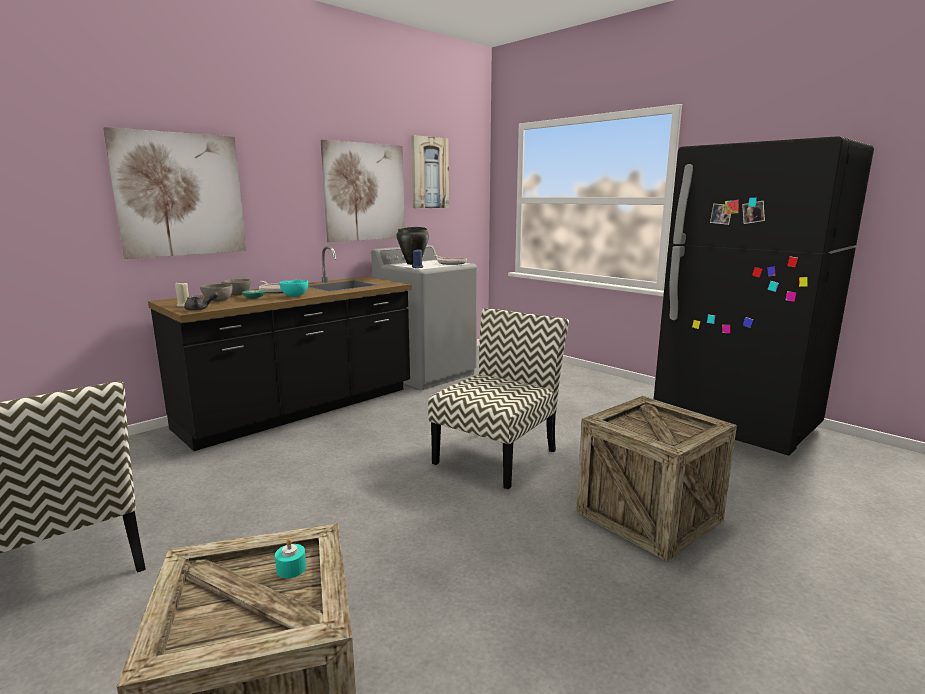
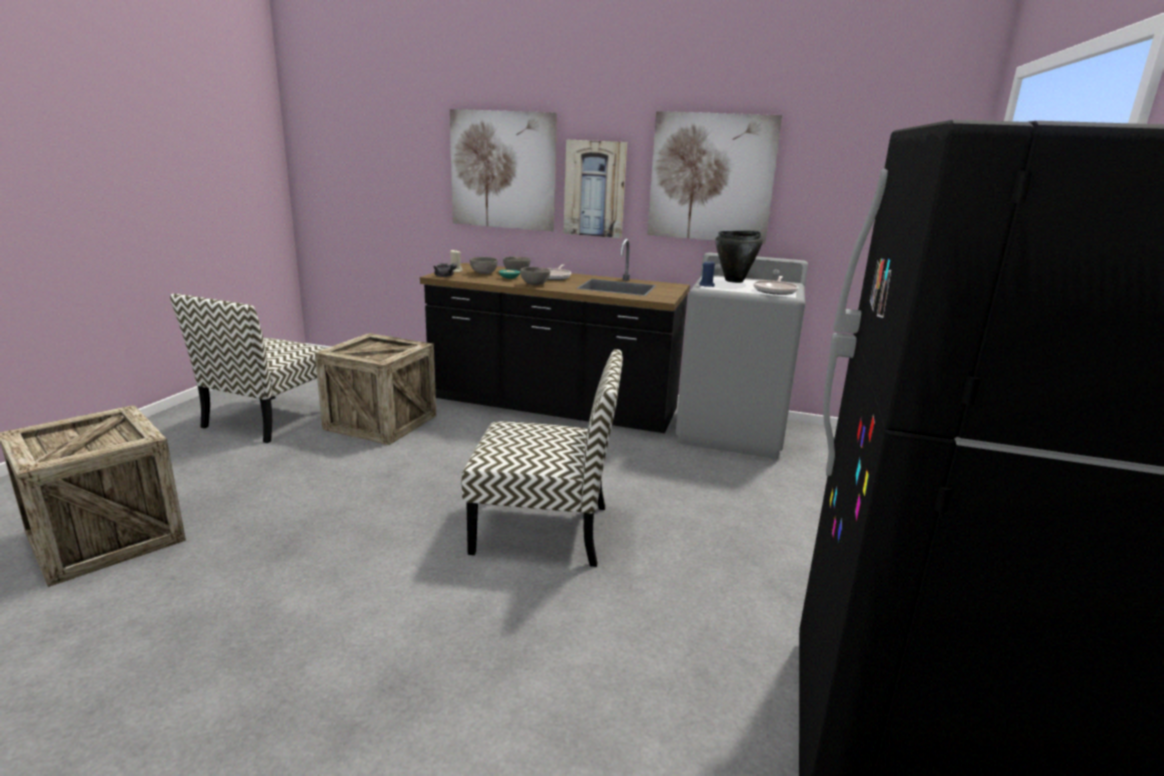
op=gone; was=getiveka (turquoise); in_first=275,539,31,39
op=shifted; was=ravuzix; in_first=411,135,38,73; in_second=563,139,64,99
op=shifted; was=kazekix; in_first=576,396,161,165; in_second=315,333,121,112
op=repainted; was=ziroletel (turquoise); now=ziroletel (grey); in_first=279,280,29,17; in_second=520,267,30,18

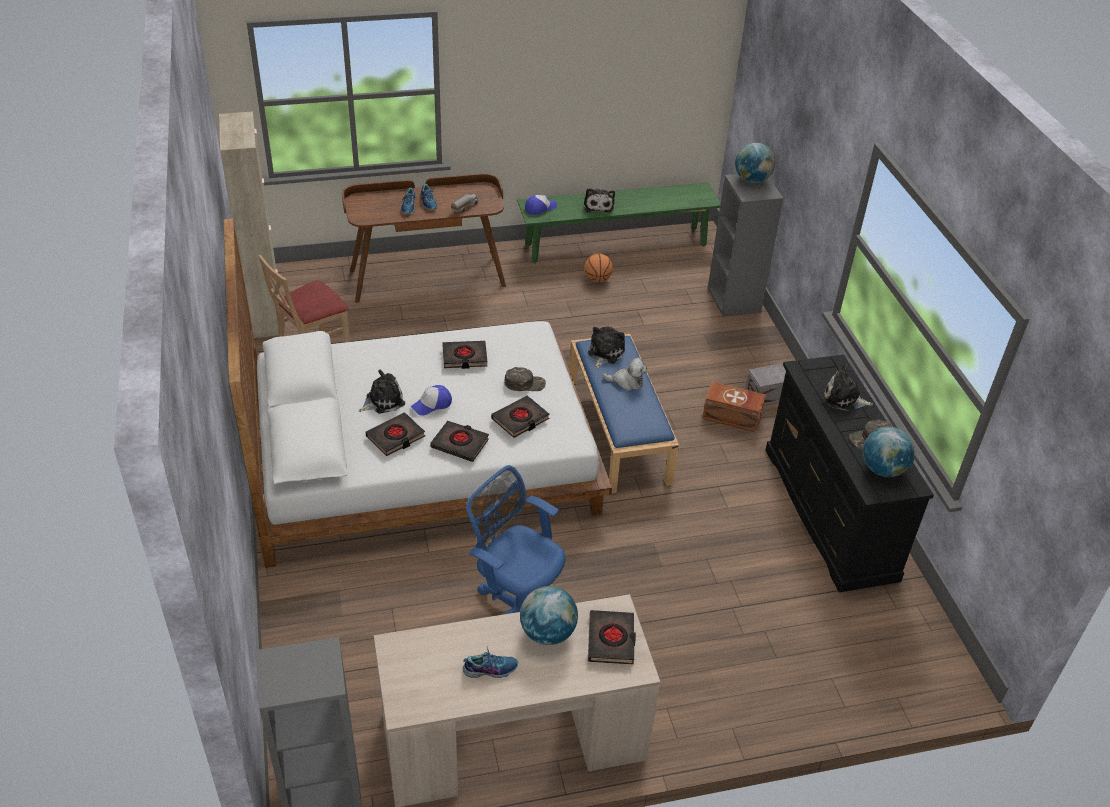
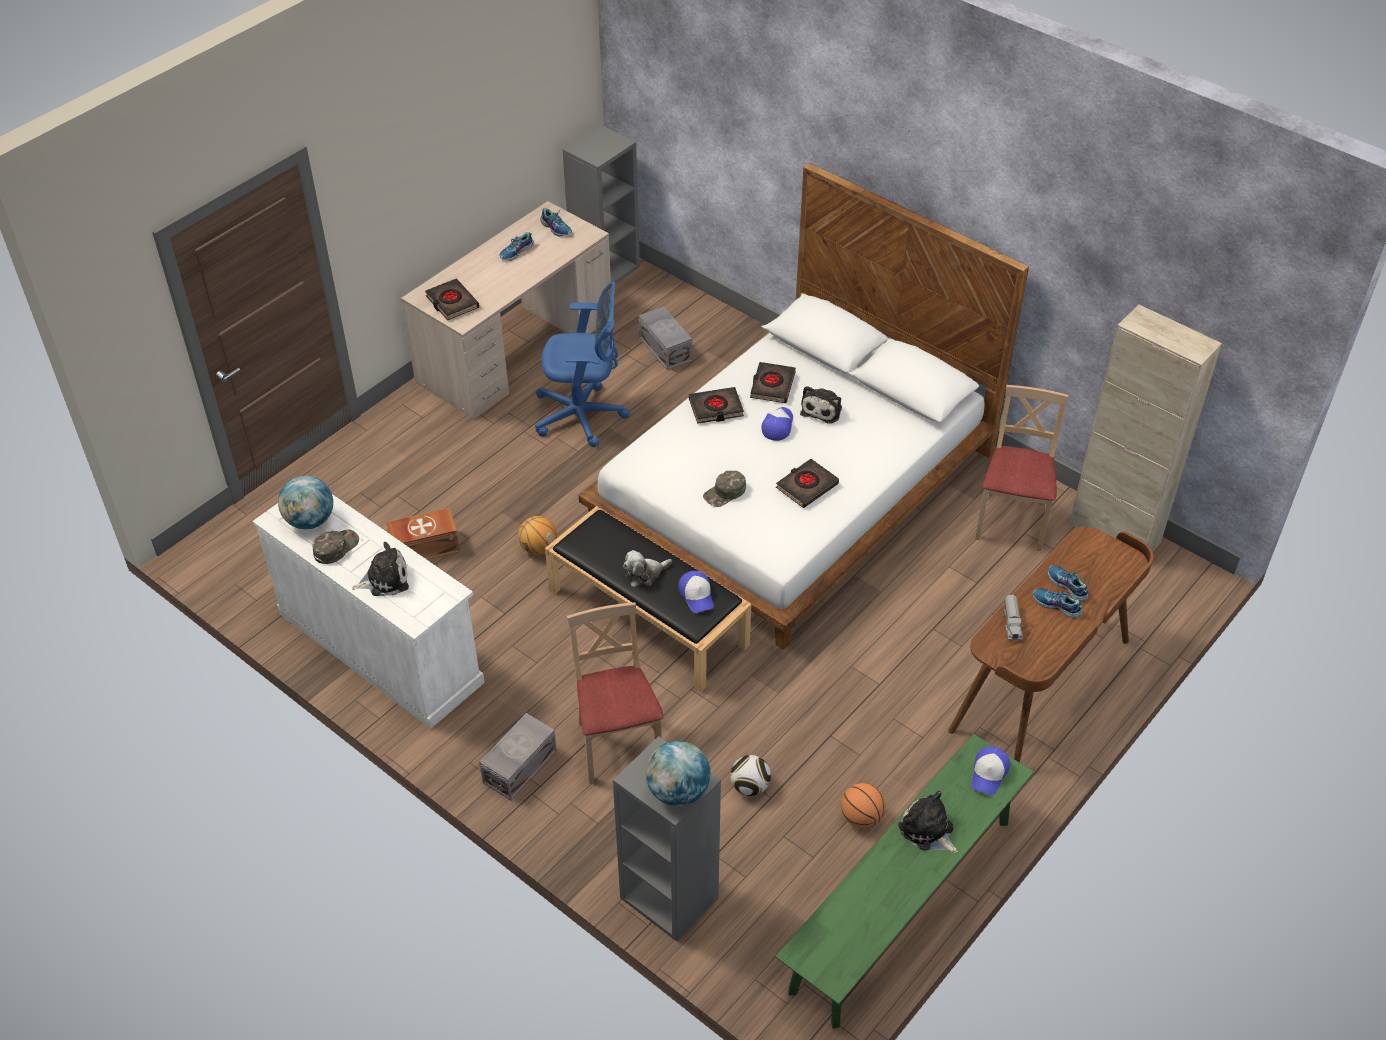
op=gone; was=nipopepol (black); in_first=491,396,58,42
op=gone; was=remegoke; in_first=520,586,58,59
op=new; now=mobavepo; in_second=518,516,39,39
op=new; now=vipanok; in_second=540,208,32,28
op=new; now=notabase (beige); in_second=567,602,97,181
op=new; now=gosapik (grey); in_second=639,306,53,64
op=new; now=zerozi; in_second=730,755,41,41
op=shifted; was=gosapik (brown); in_first=702,381,64,51; in_second=386,508,74,52
op=swapped; was=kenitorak; now=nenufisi; in_first=588,327,37,42; in_second=678,571,36,42
op=repainted; was=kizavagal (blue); now=kizavagal (black); in_first=569,334,110,159; in_second=545,506,206,186
op=repainted; was=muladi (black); now=muladi (white); in_first=765,355,169,237; in_second=252,494,233,235

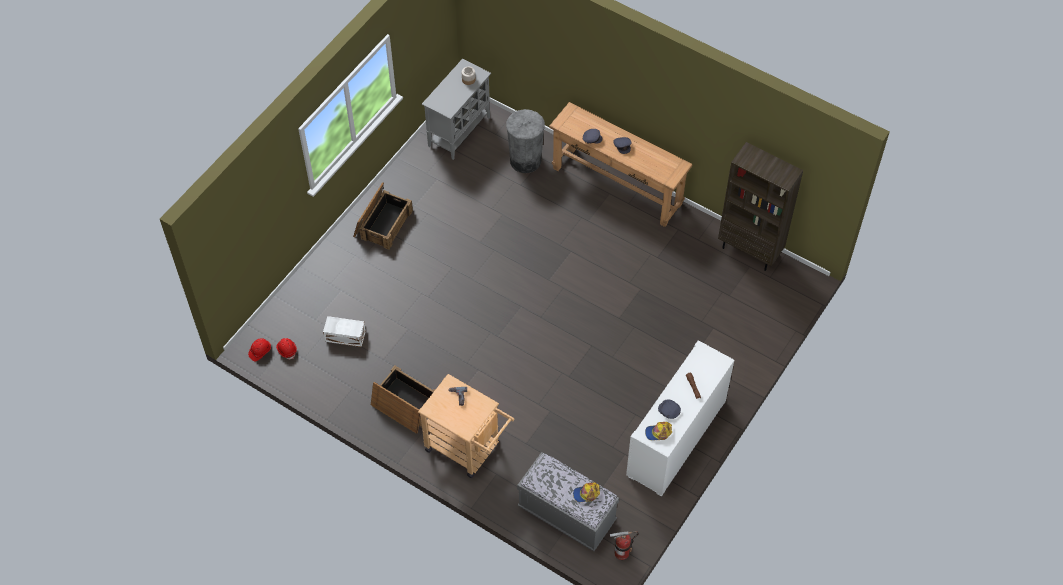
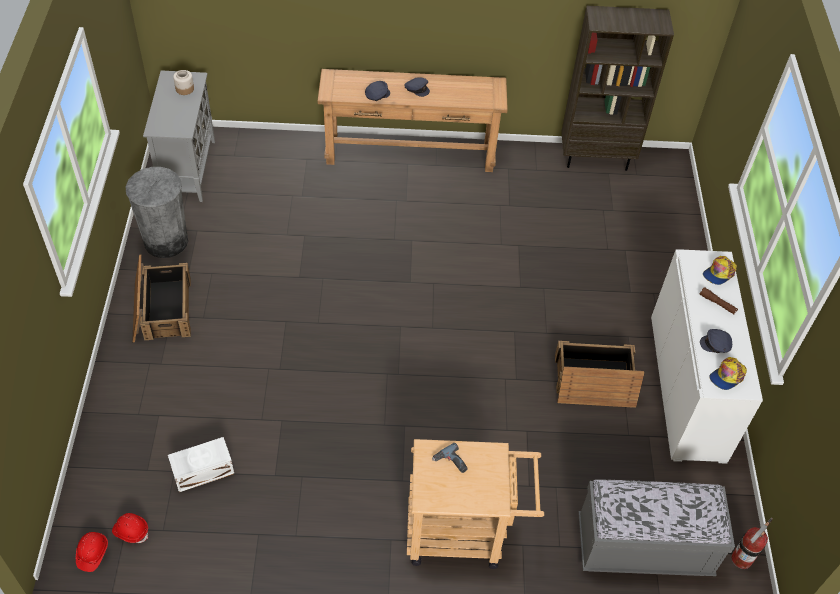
op=shifted; was=kazekix; in_first=371,366,64,68; in_second=555,341,90,67
op=shifted; was=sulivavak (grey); in_first=506,109,39,64; in_second=125,167,63,91
op=shifted; was=nenufisi; in_first=573,483,27,19; in_second=703,256,34,29

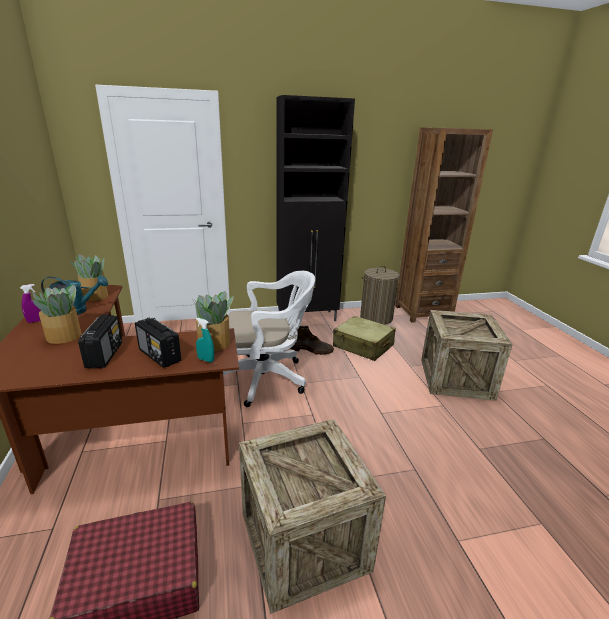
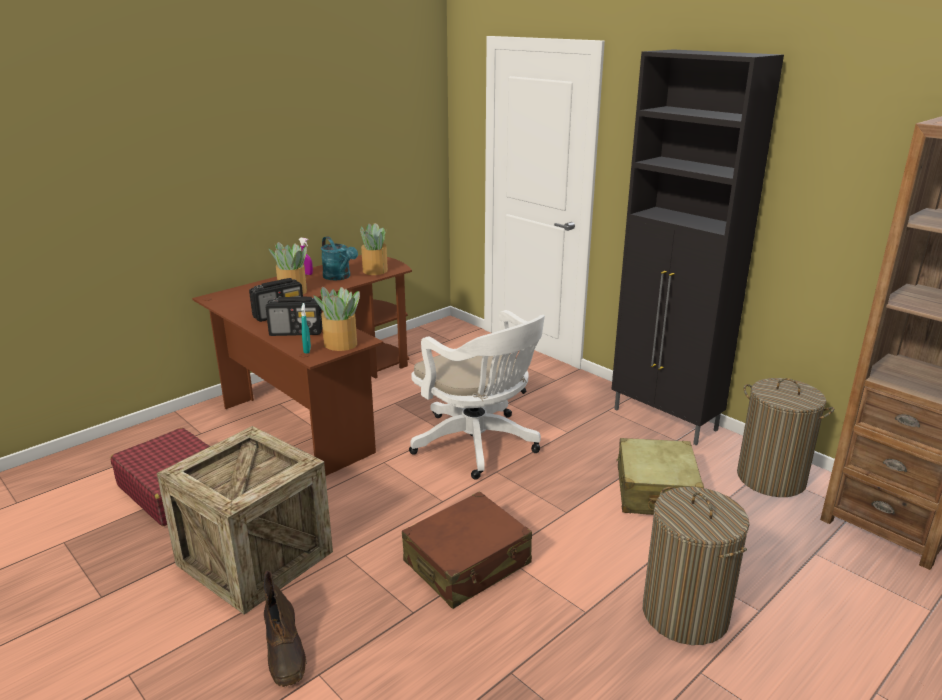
op=new; now=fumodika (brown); in_second=402,491,130,118
op=shifted; was=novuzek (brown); in_first=290,326,44,29; in_second=264,570,43,117
op=swapped; was=kazekix; now=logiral; in_first=421,310,92,91; in_second=643,487,106,158
op=rotated; was=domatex; in_first=135,318,46,50; in_second=266,296,57,40; clockwise=-105

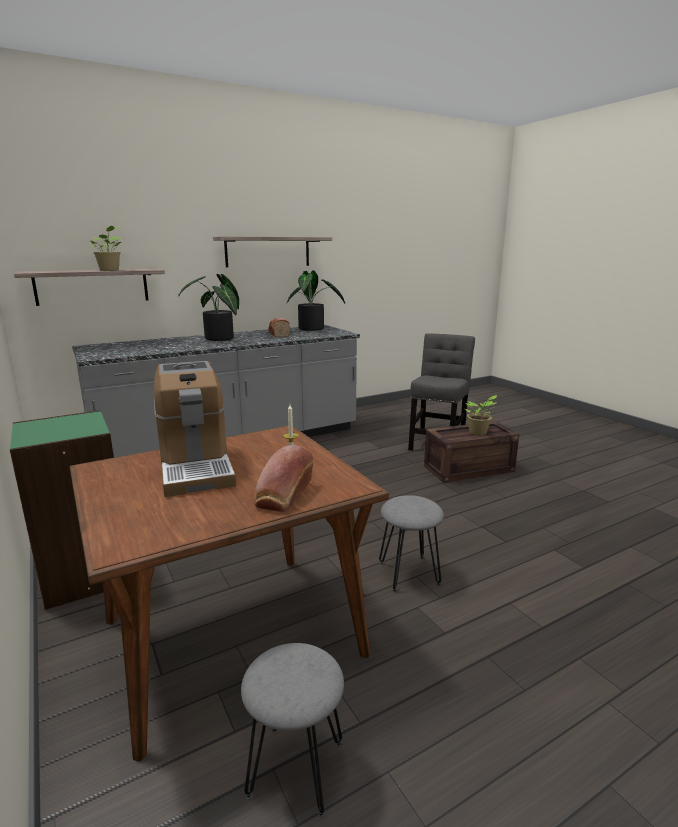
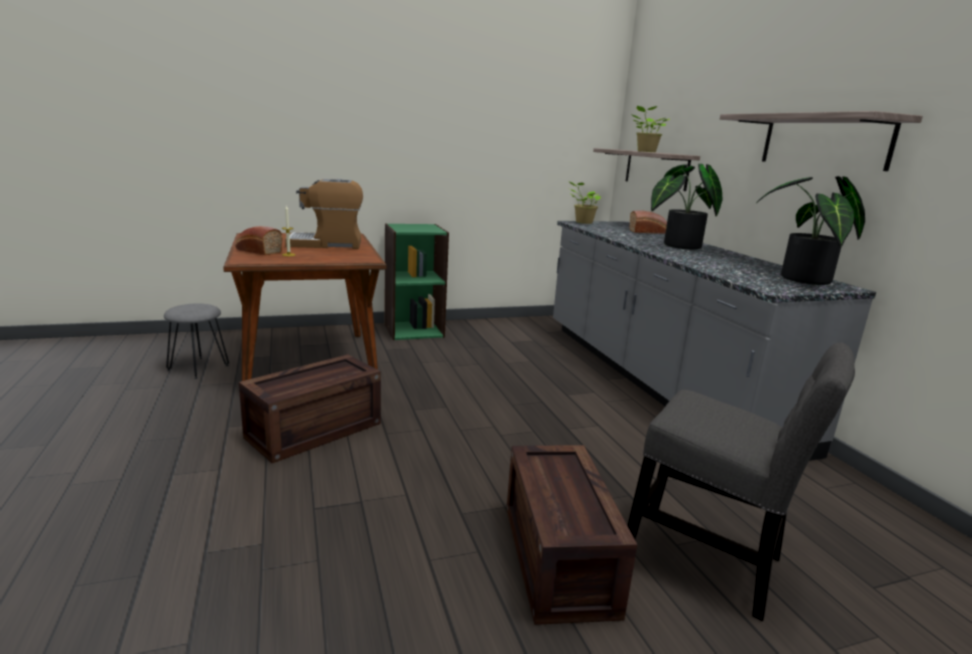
op=shifted; was=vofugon; in_first=268,318,22,19; in_second=630,210,37,24
op=shifted; was=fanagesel; in_first=465,395,32,40; in_second=569,182,32,42
op=swapped; was=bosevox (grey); now=kazekix; in_first=379,495,65,97; in_second=239,354,142,109

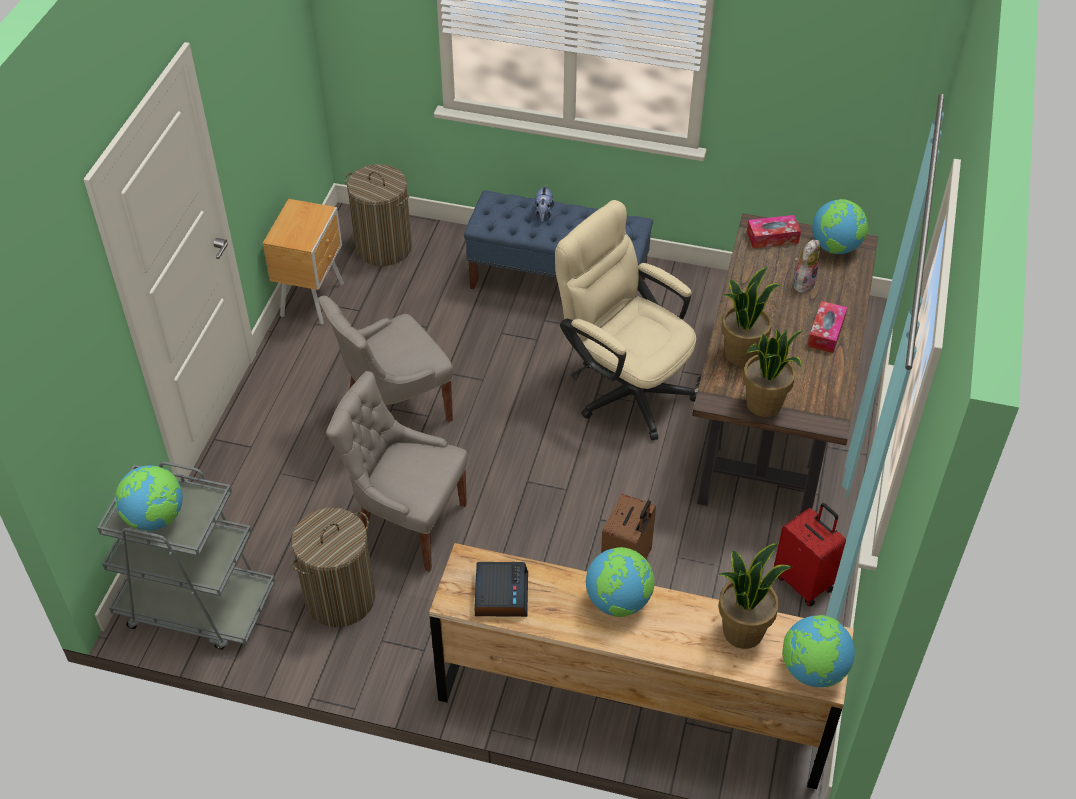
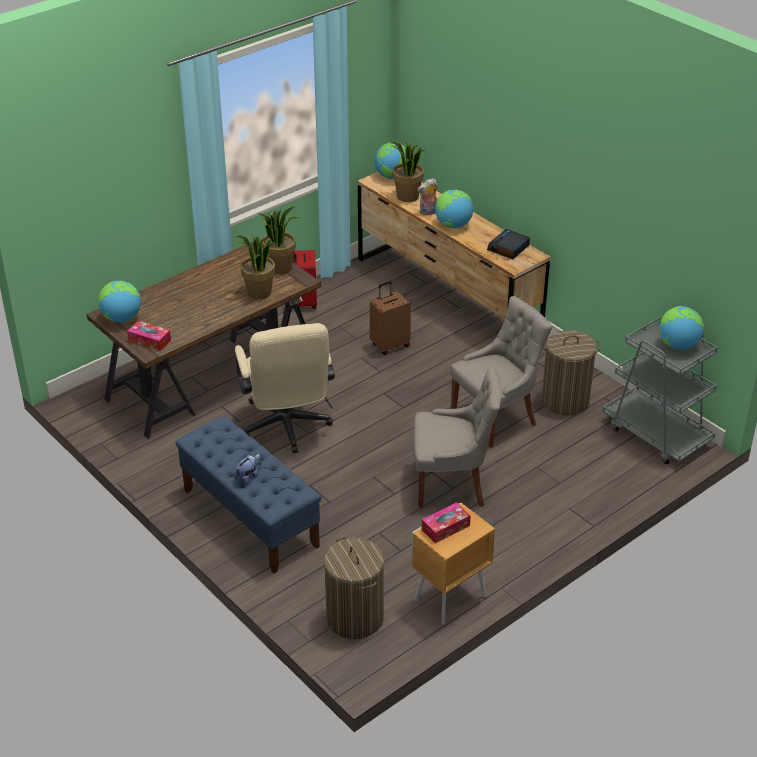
op=shifted; was=kenitorak; in_first=793,240,27,53; in_second=417,178,21,37
op=shifted; was=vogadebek; in_first=808,301,39,52; in_second=422,502,49,41
op=rotated; was=notabase (grey); in_first=326,371,142,201; in_second=450,296,102,152; clockwise=-90

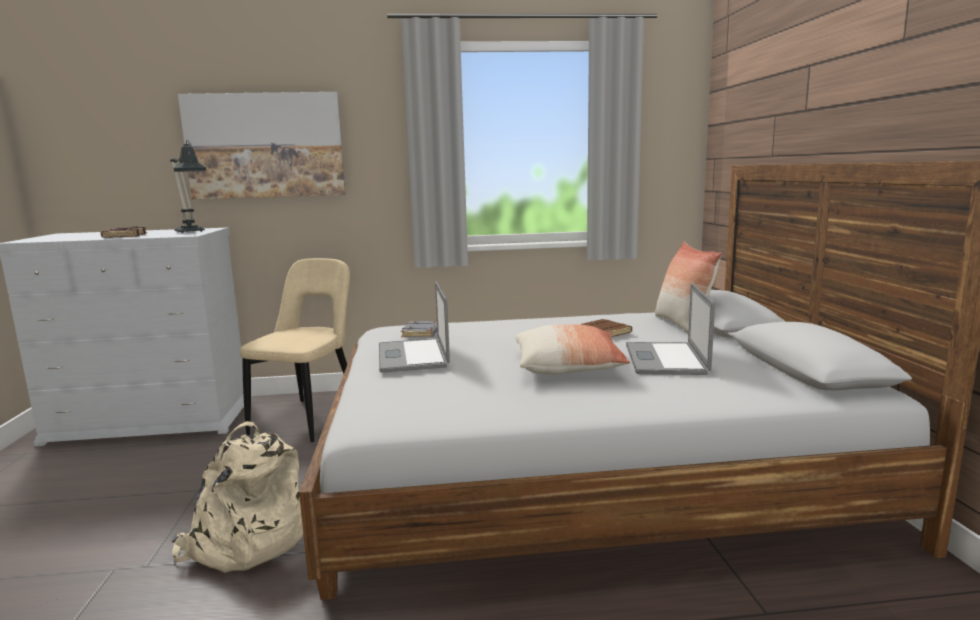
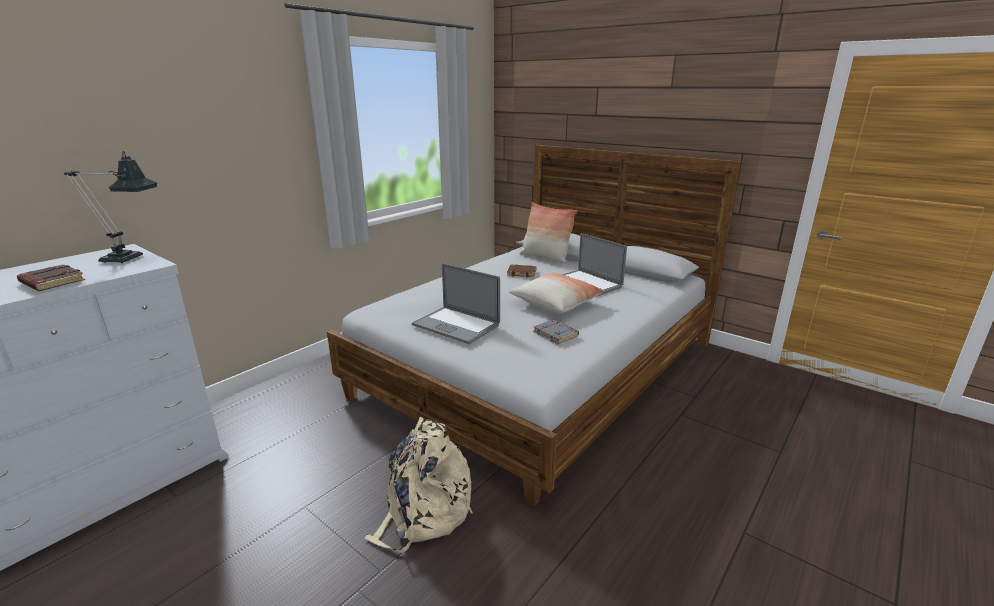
op=gone; was=ravuzix; in_first=178,92,167,107
op=gone; was=notabase (beige); in_first=240,258,110,184
op=shifted; was=nipopepol (grey); in_first=401,321,36,17; in_second=533,319,46,25

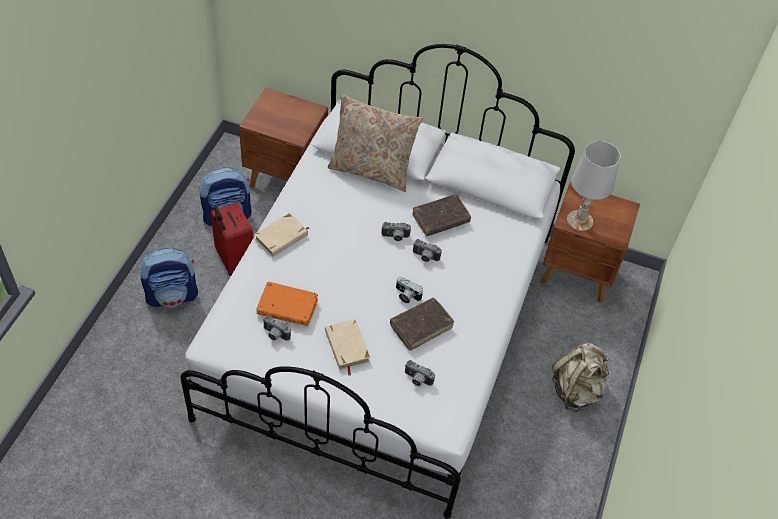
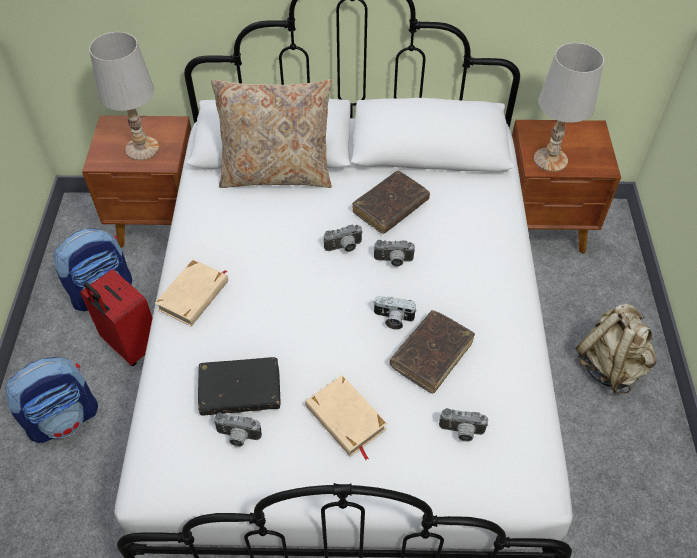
op=new; now=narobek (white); in_second=89,32,70,128
op=repainted; was=nipopepol (orange); now=nipopepol (black); in_first=257,282,61,44; in_second=198,357,82,59

